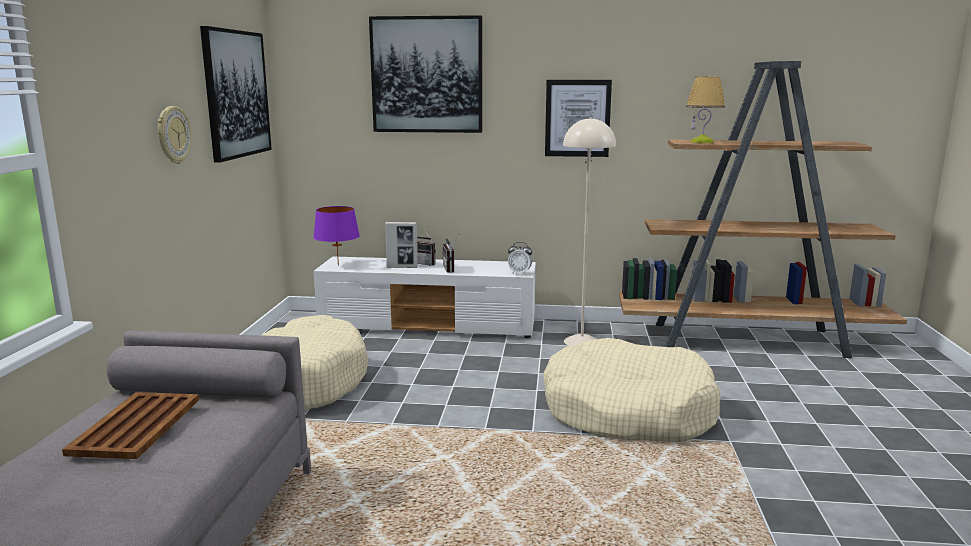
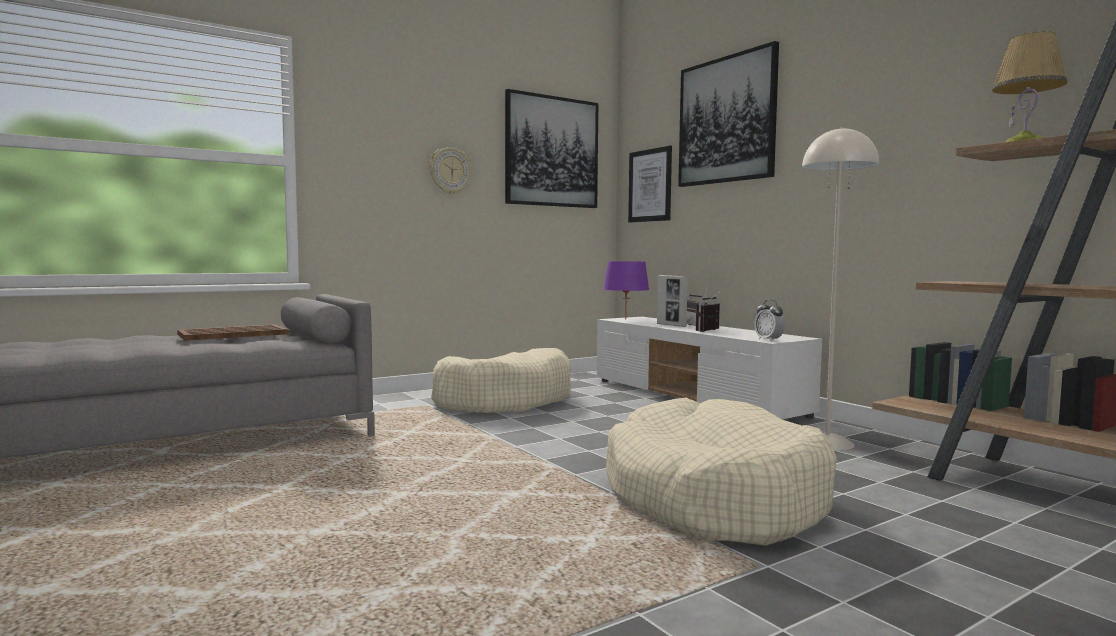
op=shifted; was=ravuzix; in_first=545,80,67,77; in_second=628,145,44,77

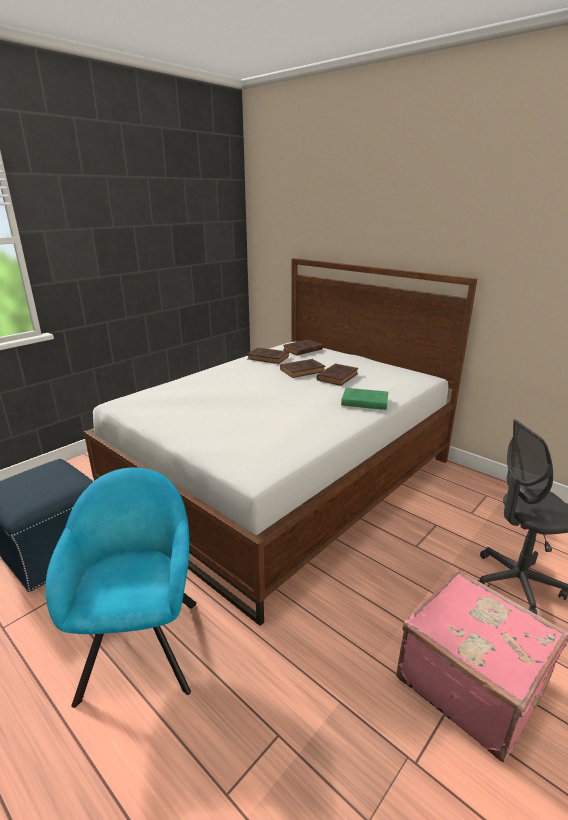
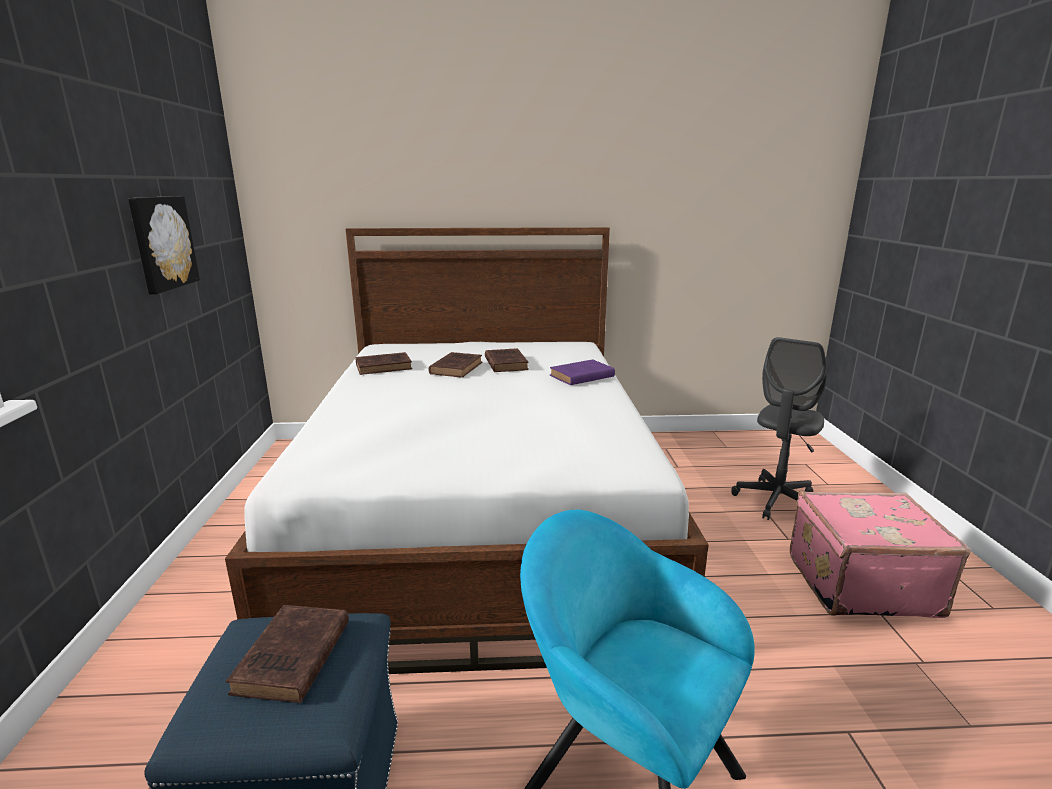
op=new; now=ravuzix; in_second=128,196,72,98
op=shifted; was=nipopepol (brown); in_first=283,339,40,17; in_second=225,605,124,98
op=repainted; was=nipopepol (green); now=nipopepol (purple); in_first=341,388,47,22; in_second=550,359,65,26

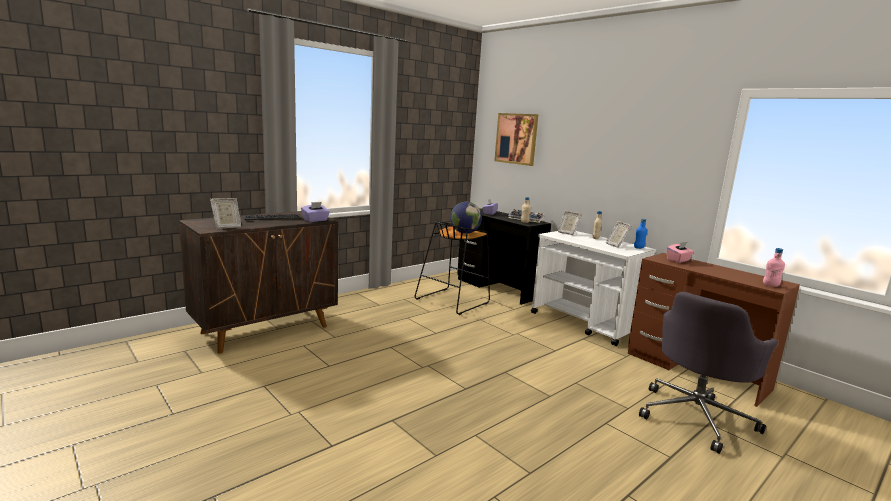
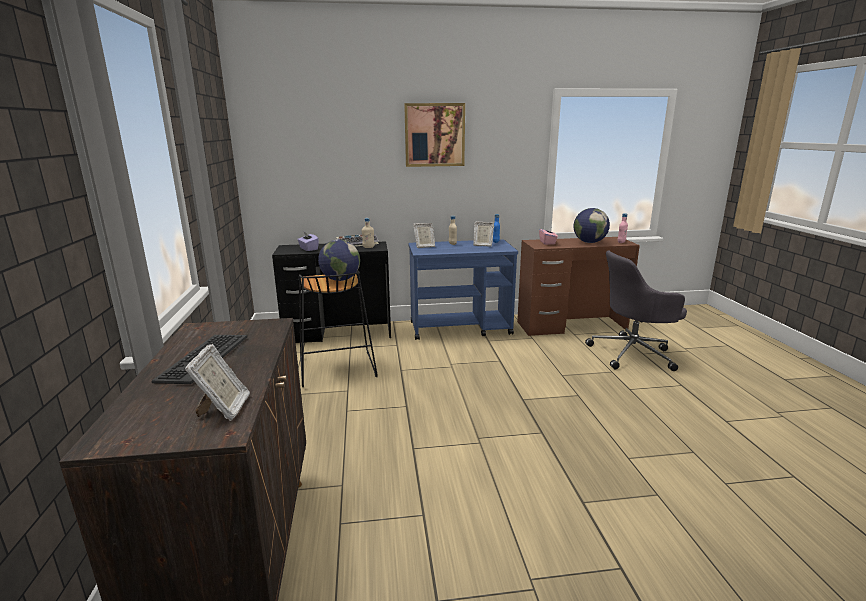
op=gone; was=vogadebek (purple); in_first=301,202,29,20
op=new; now=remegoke; in_second=573,208,37,35
op=shifted; was=ravuzix; in_first=494,113,44,53; in_second=404,103,61,64
op=repainted; was=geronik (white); now=geronik (blue); in_first=531,231,125,115; in_second=409,239,109,101
op=rotated; was=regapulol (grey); in_first=639,292,139,162; in_second=585,250,102,121; clockwise=90

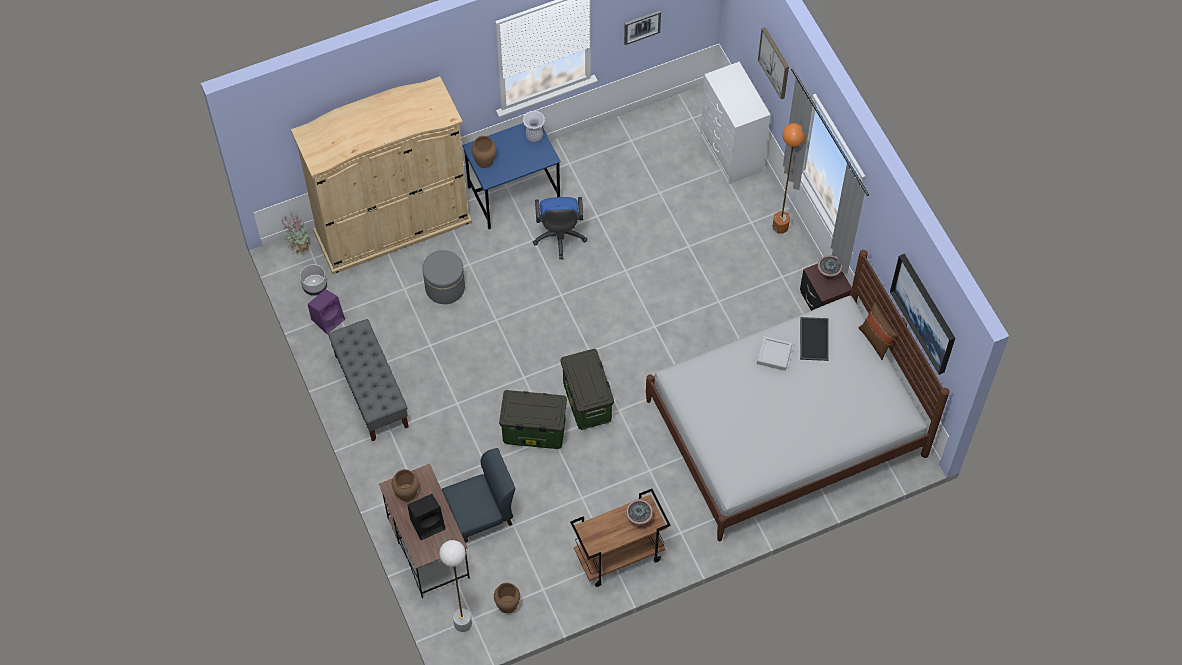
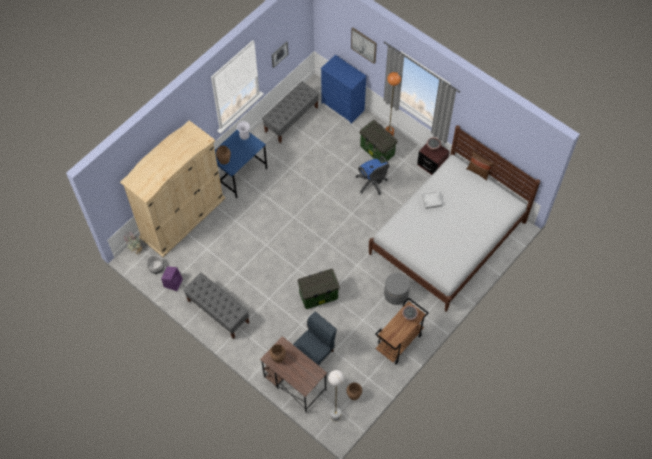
op=gone; was=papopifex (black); in_first=407,494,38,46
op=gone; was=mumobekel; in_first=800,317,29,44
op=gone; was=ravuzix; in_first=890,254,65,121
op=new; now=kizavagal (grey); in_second=262,82,57,61
op=shifted; was=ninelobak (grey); in_first=422,250,43,54; in_second=384,273,26,32
op=shifted; was=regapulol (blue); in_first=533,197,54,62; in_second=355,156,35,39
op=shifted; was=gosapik; in_first=561,349,53,81; in_second=360,120,38,44
op=repainted; was=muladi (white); now=muladi (blue); in_first=700,62,71,122; in_second=321,55,46,69

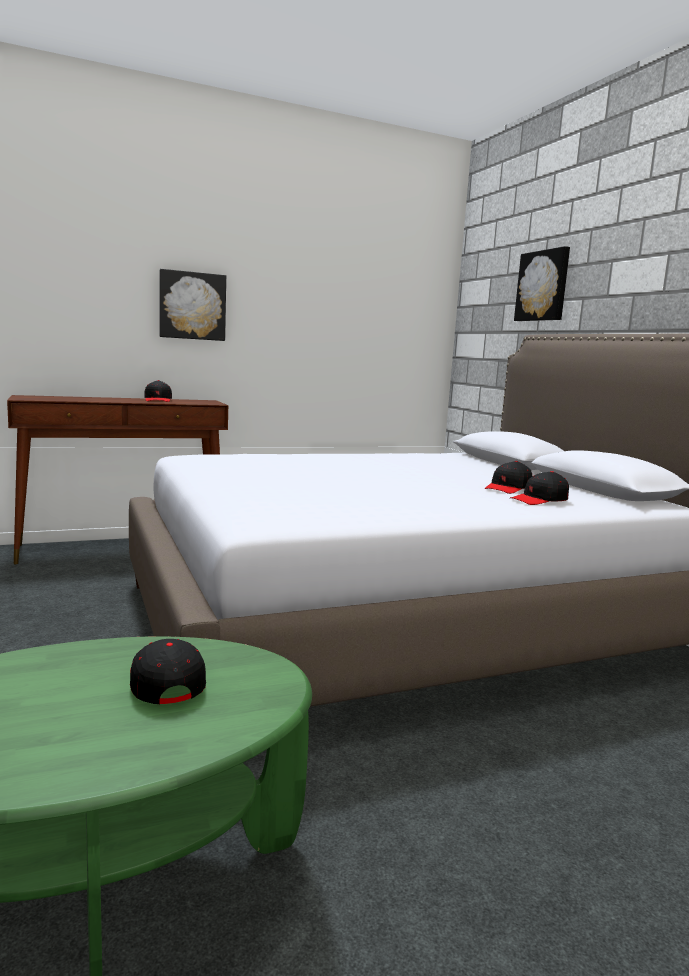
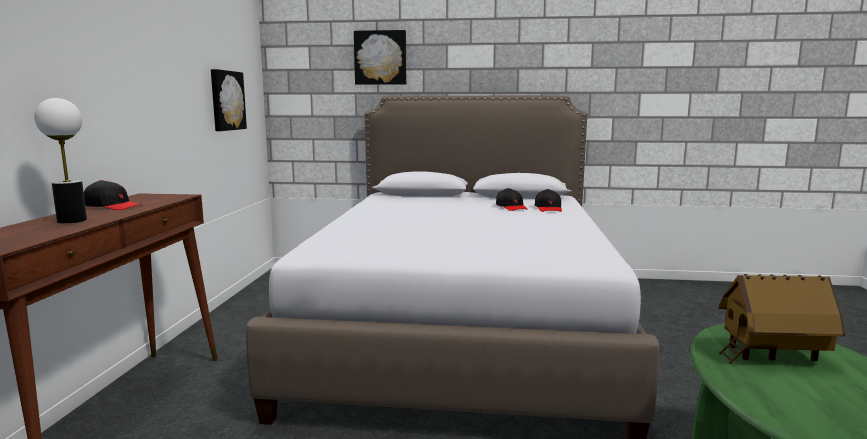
op=new; now=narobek; in_second=34,98,53,125
op=shifted; was=ravuzix; in_first=160,269,66,72; in_second=211,69,36,62
op=swapped; was=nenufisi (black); now=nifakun; in_first=130,639,76,65; in_second=718,274,127,90

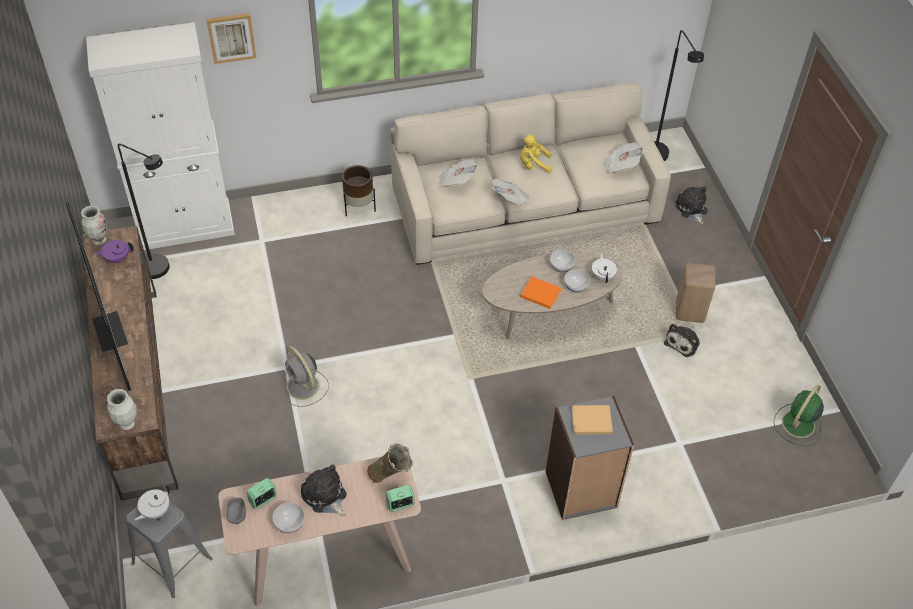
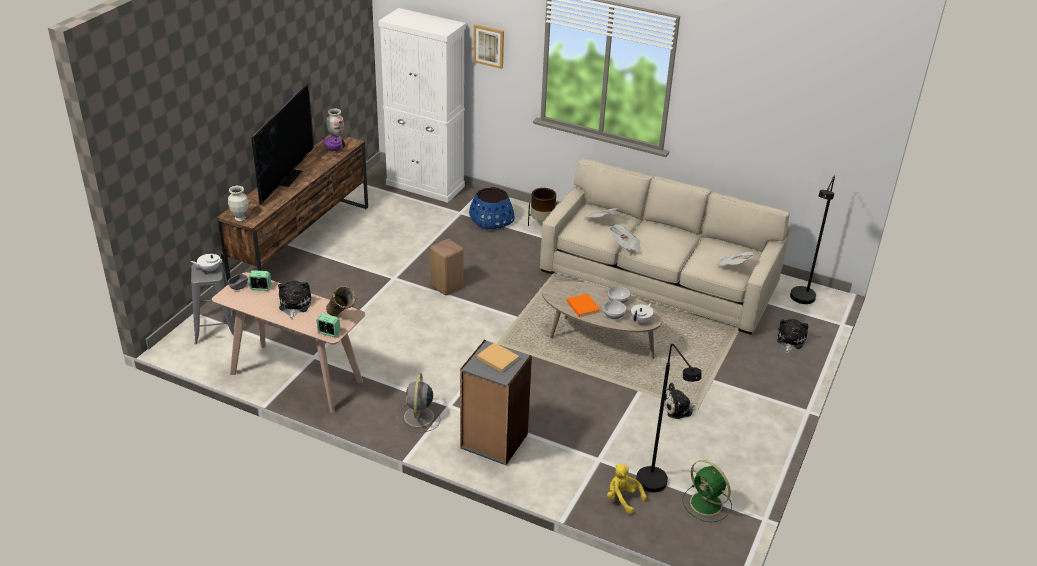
op=gone; was=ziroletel; in_first=272,502,32,31
op=new; now=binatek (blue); in_second=469,187,46,43
op=shifted; was=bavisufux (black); in_first=118,144,51,135; in_second=636,344,65,148
op=shifted; was=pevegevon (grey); in_first=279,346,50,61; in_second=397,373,43,59
op=shifted; was=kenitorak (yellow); in_first=520,135,32,38; in_second=607,464,40,50
op=shifted; was=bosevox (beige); in_first=676,262,40,61; in_second=430,239,34,56
op=rotated; was=pevegevon (green); in_first=774,385,50,61; in_second=682,460,50,63; clockwise=-120

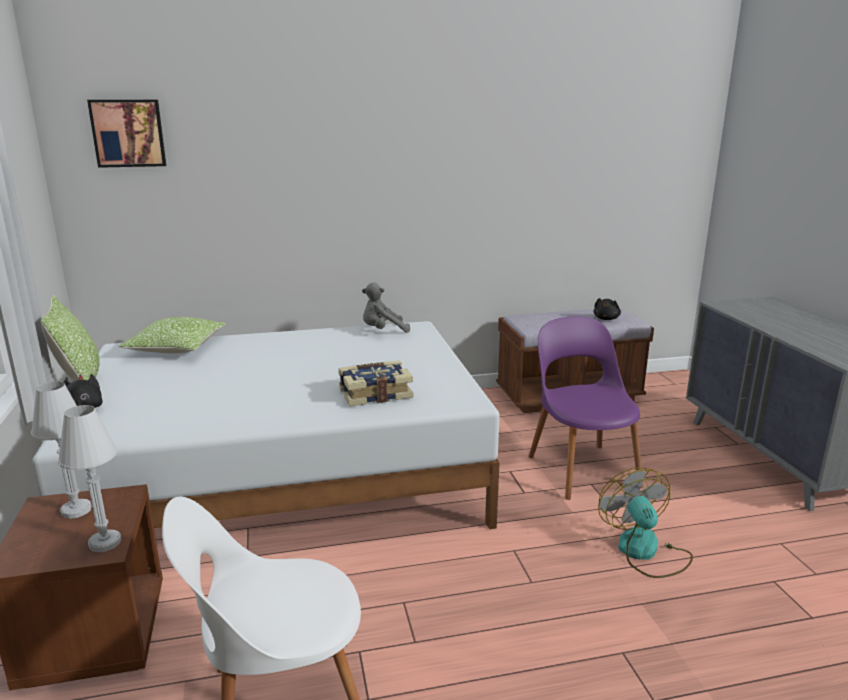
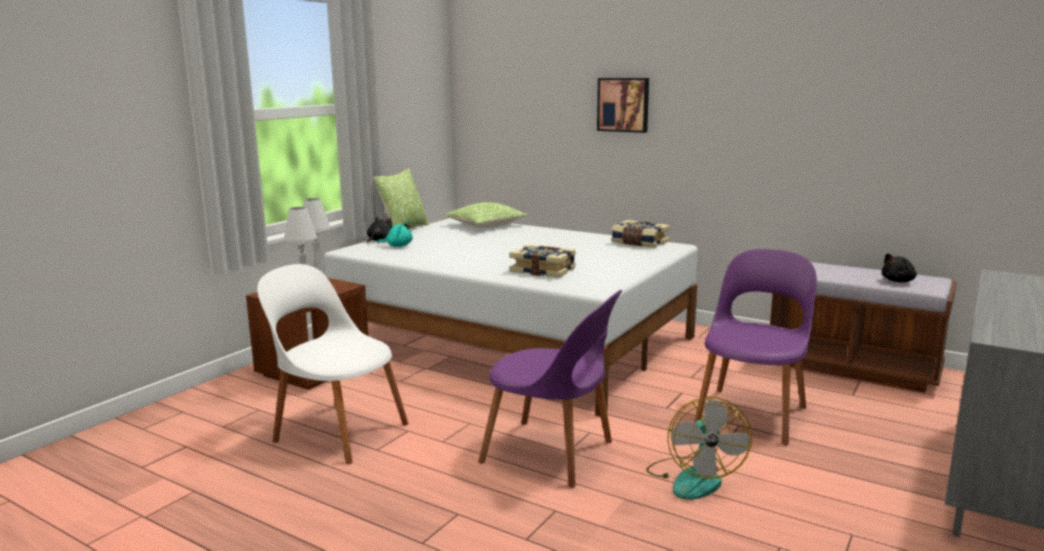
op=new; now=kenitorak (turquoise); in_second=377,222,36,25
op=new; now=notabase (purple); in_second=478,290,144,198
op=shifted; was=ravuzix; in_first=87,100,79,68; in_second=597,78,52,55
op=swapped; was=kenitorak (grey); now=nipopepol; in_first=362,282,48,51; in_second=611,220,59,28
op=rotated; was=pevegevon; in_first=598,467,95,111; in_second=646,397,106,103; clockwise=150

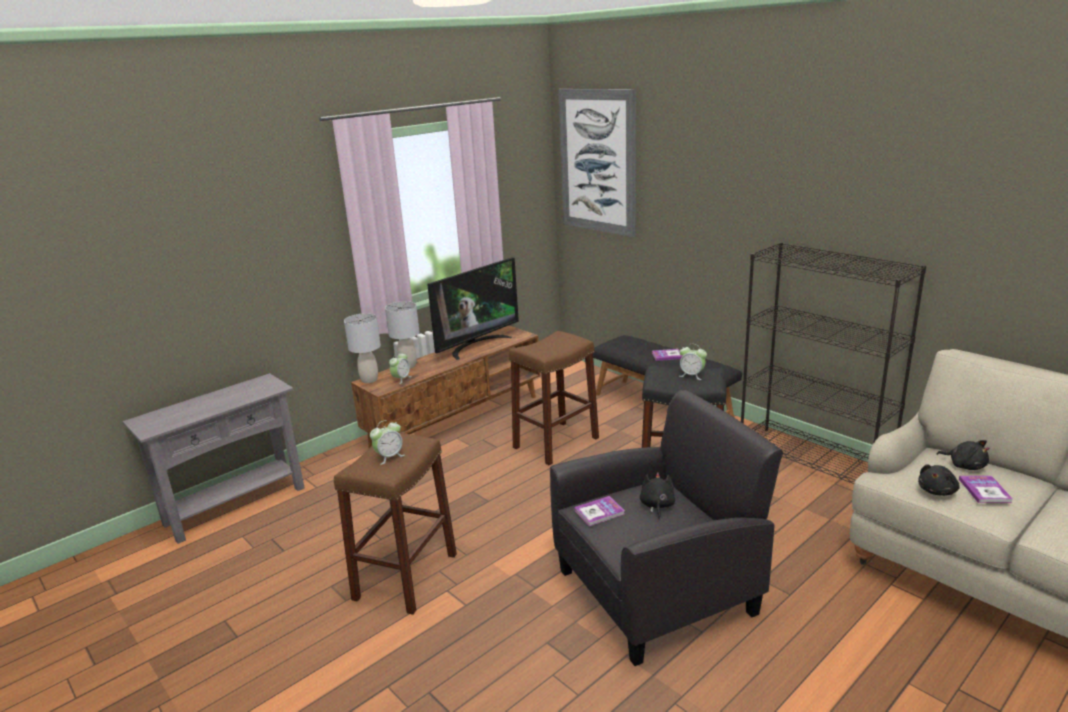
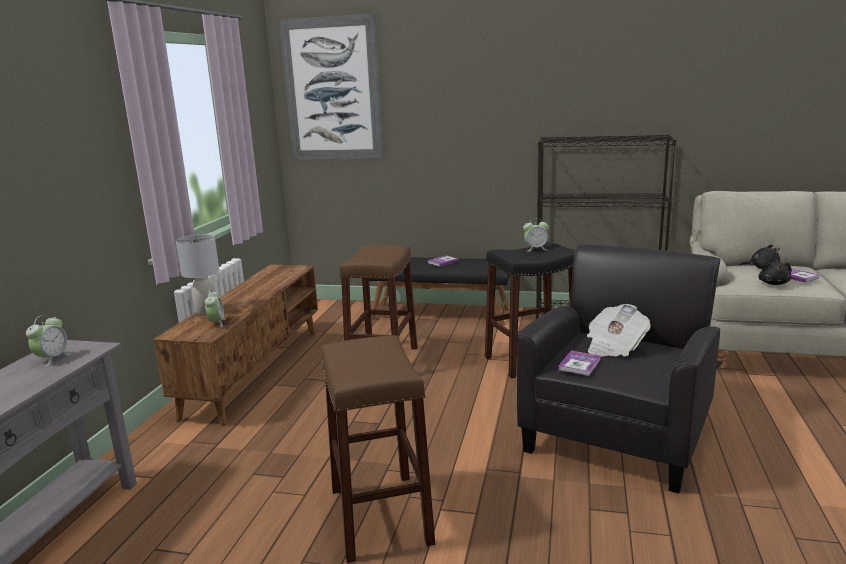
op=gone; was=narobek (grey); in_first=344,313,37,70
op=gone; was=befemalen; in_first=427,257,92,103
op=shifted; was=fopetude; in_first=370,420,35,45; in_second=26,315,46,51
op=swapped; was=kenitorak (black); now=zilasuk; in_first=640,472,35,48; in_second=587,304,64,53

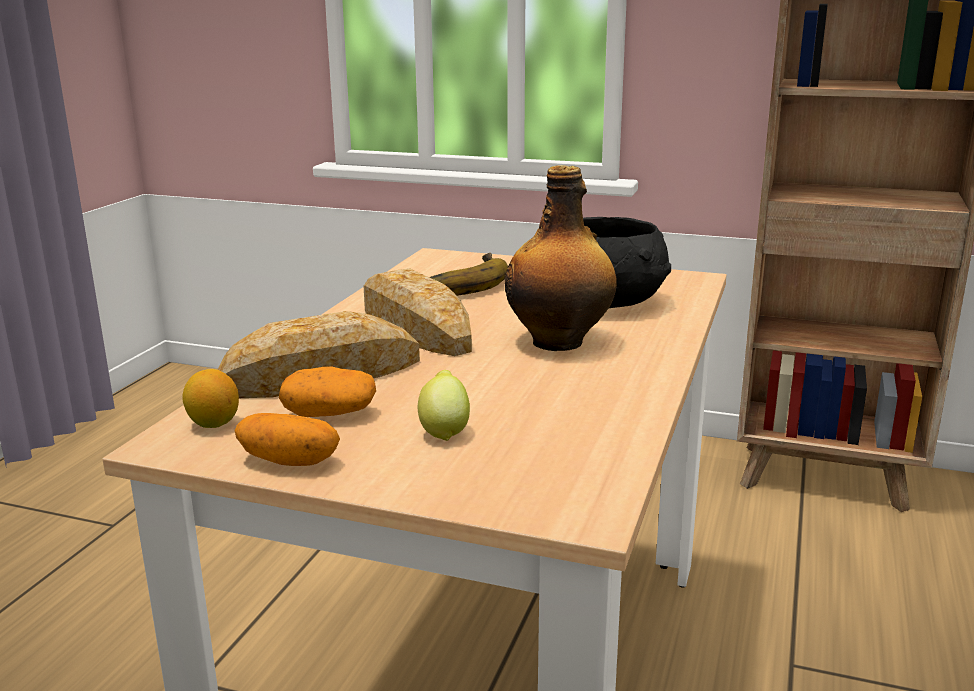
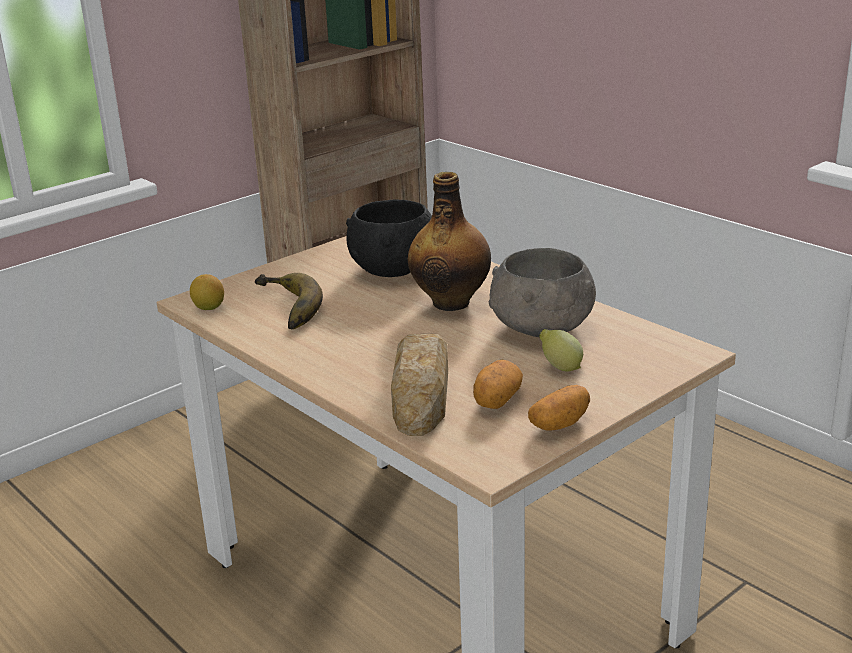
op=gone; was=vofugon; in_first=364,268,108,88
op=new; now=ziroletel (grey); in_second=489,248,107,89
op=shifted; was=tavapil; in_first=182,369,57,59; in_second=190,274,34,36

